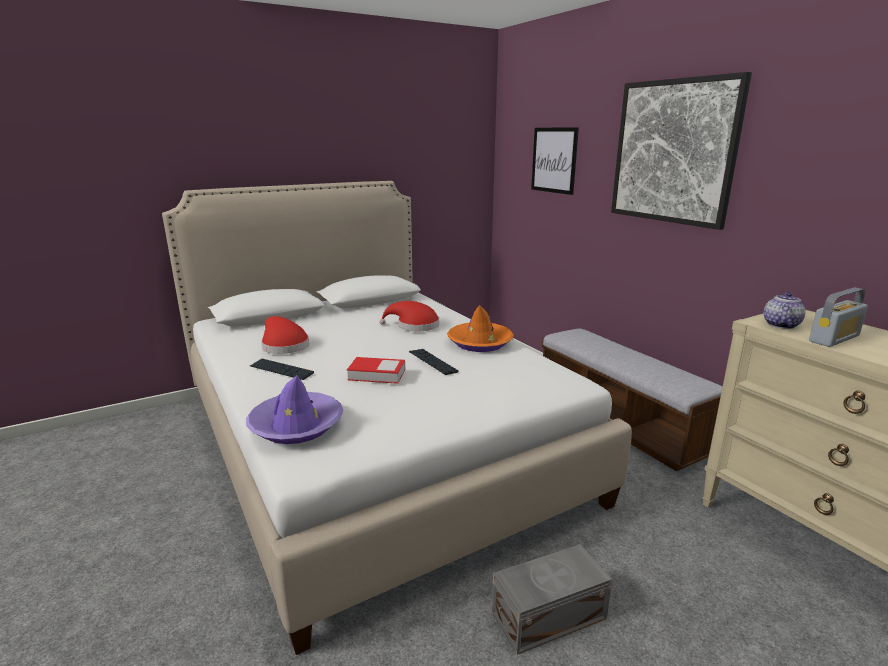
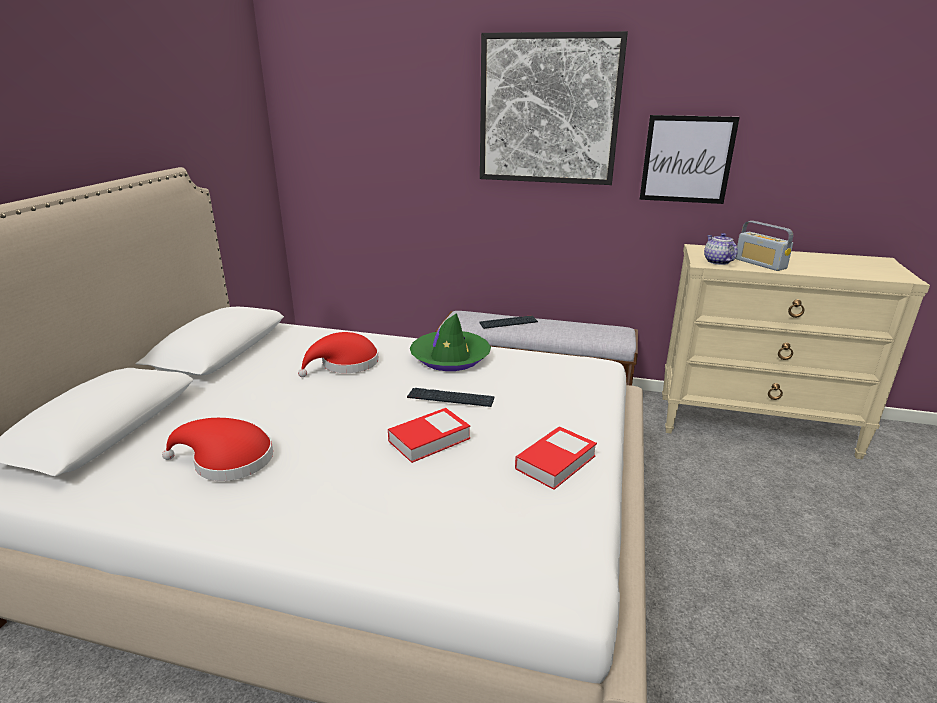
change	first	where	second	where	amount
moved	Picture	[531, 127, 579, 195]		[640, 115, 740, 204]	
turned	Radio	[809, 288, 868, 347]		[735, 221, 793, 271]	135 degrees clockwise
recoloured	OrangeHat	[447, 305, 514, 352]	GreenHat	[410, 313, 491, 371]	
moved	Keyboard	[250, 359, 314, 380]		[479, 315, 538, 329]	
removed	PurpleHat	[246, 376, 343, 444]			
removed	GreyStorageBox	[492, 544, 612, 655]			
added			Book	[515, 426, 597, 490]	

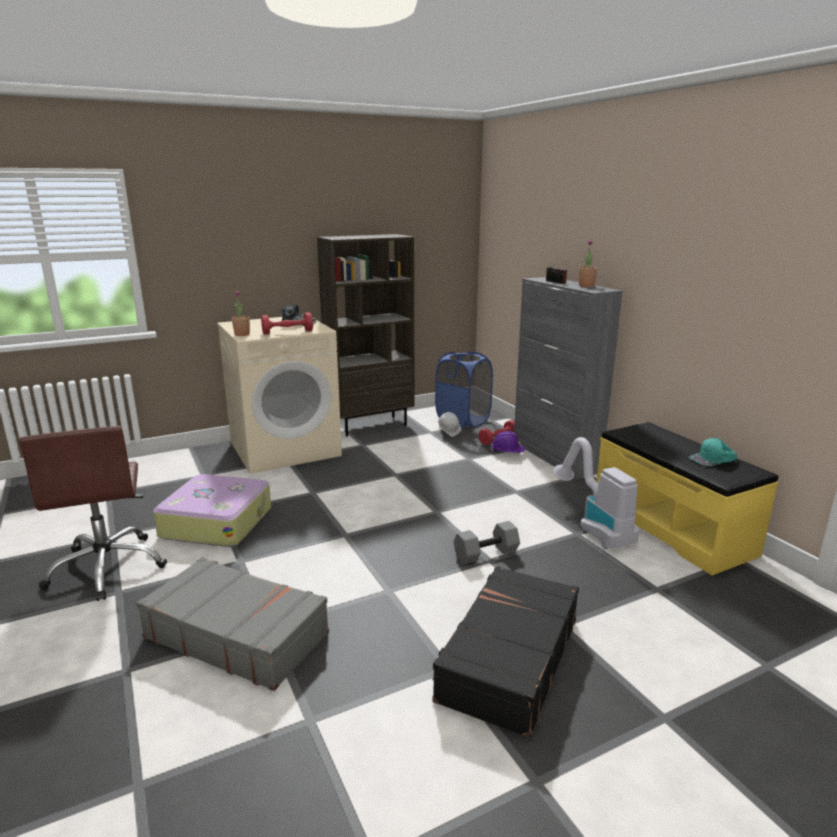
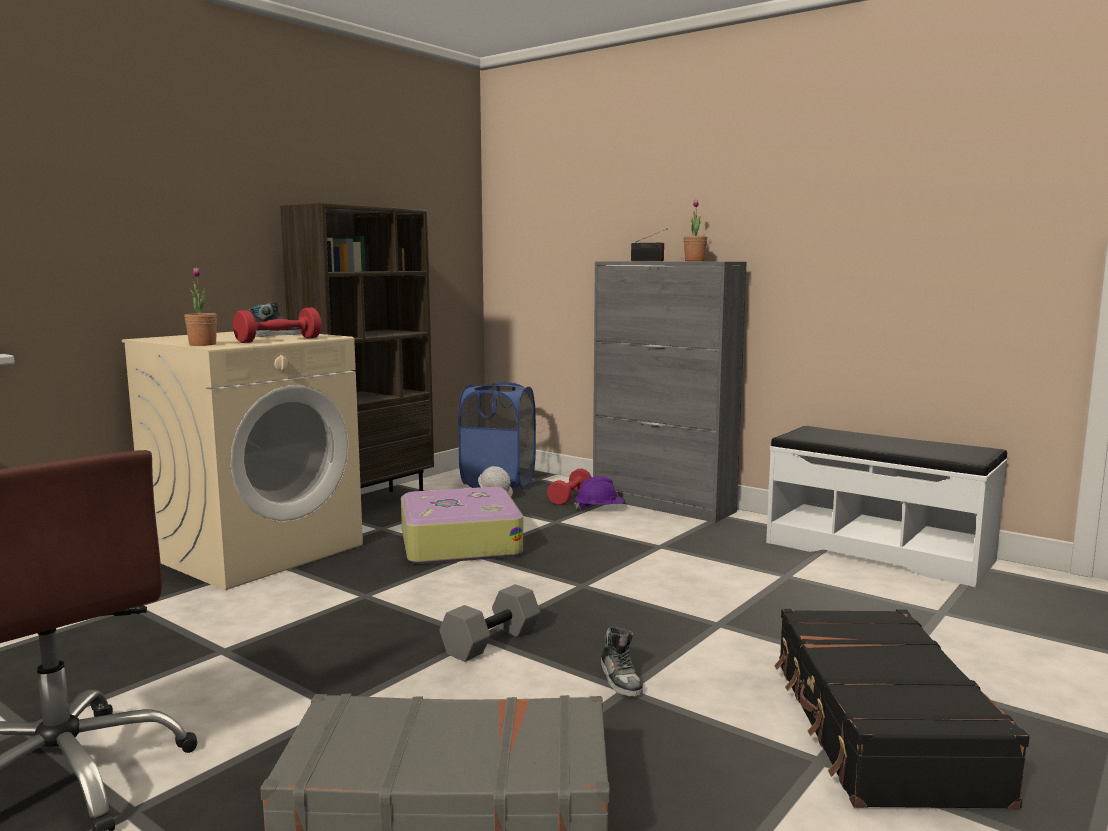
change	first	where	second	where	amount
recoloured	YellowBench	[597, 422, 778, 575]	WhiteBench	[766, 426, 1007, 587]	
removed	VacuumCleaner	[553, 437, 639, 549]			
removed	TurquoiseCap	[689, 438, 737, 466]			
moved	Suitcase	[153, 474, 271, 547]		[401, 487, 523, 564]	
moved	GreyDumbbell	[454, 521, 520, 564]		[439, 584, 540, 662]	
added			Shoe	[601, 627, 643, 697]	

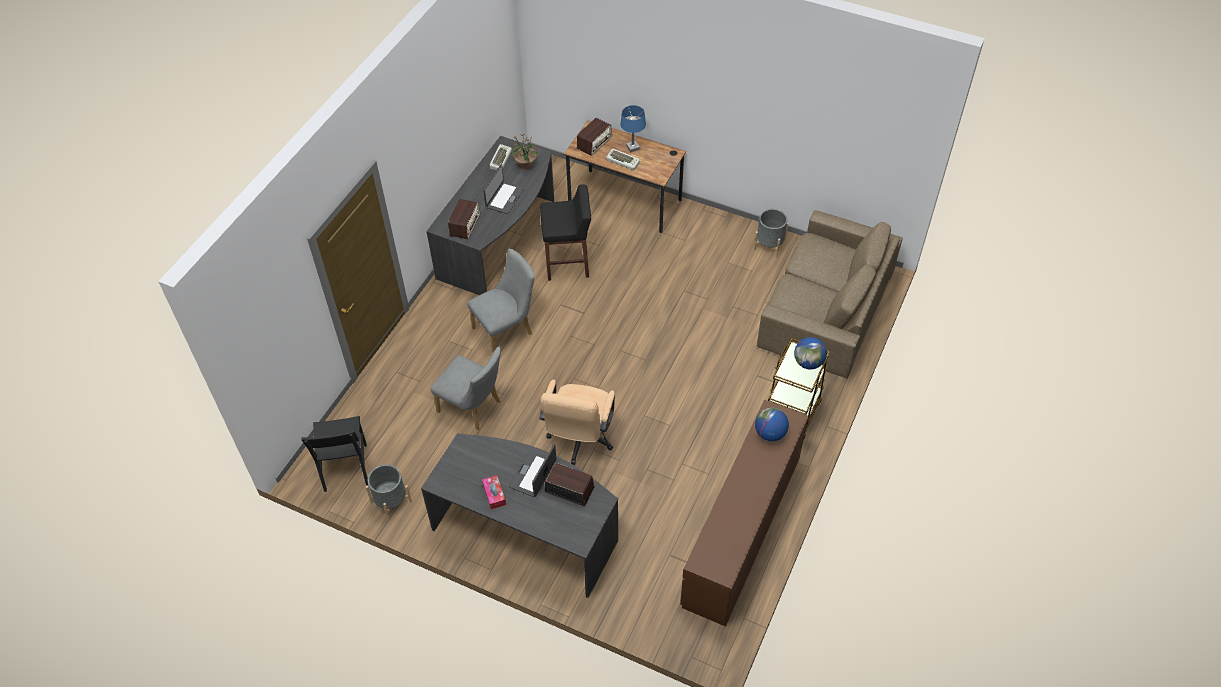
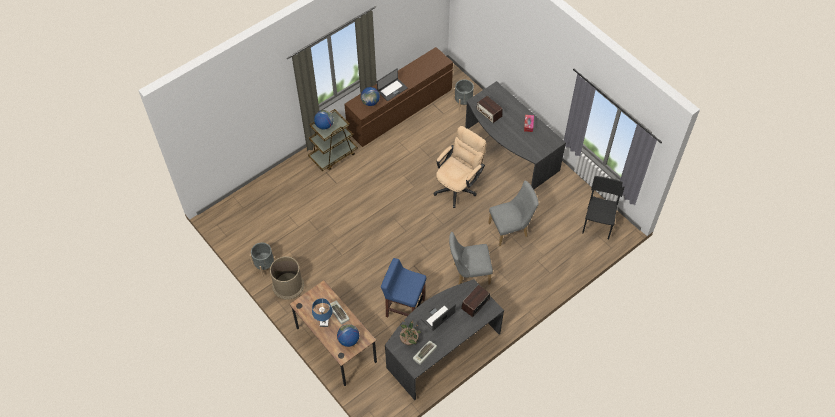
change	first	where	second	where	amount
replaced	Radio	[577, 118, 612, 156]	Globe	[337, 324, 359, 347]	
recoloured	BlackStool	[540, 184, 591, 281]	BlueStool	[381, 258, 426, 317]	
removed	BrownSofa	[757, 210, 903, 378]			
turned	GreyChair	[431, 347, 501, 431]		[488, 181, 539, 246]	105 degrees clockwise
moved	Laptop	[509, 444, 556, 497]		[377, 69, 408, 101]	
moved	GreyPlanter	[366, 464, 412, 520]		[453, 79, 475, 111]	
added			BrownTrashCan	[270, 256, 304, 300]	

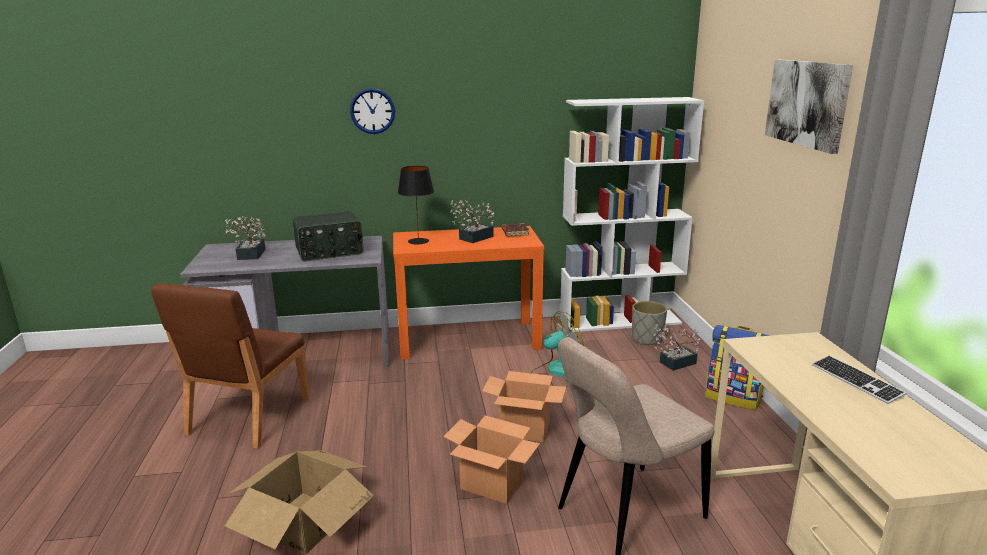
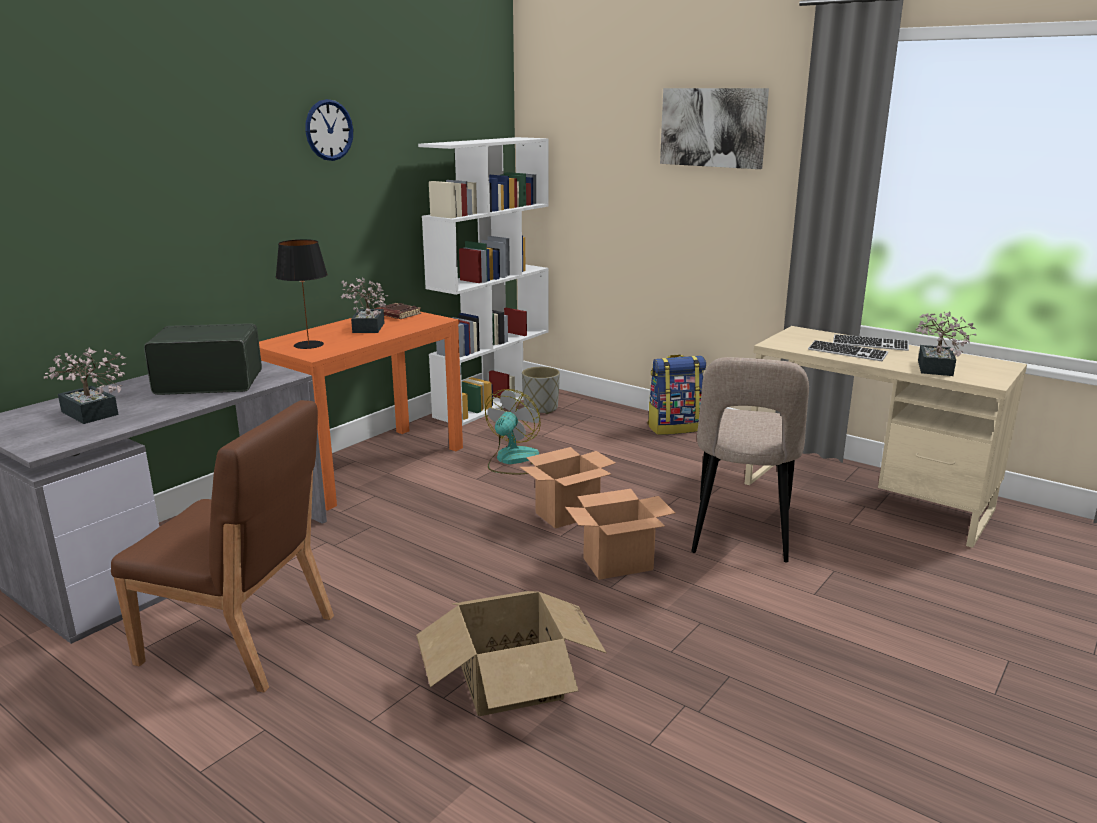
change	first	where	second	where	amount
moved	WallClock	[350, 88, 395, 134]		[305, 99, 353, 161]	
turned	Radio	[293, 211, 364, 261]		[144, 323, 262, 395]	120 degrees counterclockwise
turned	BrownChair	[151, 283, 310, 449]		[111, 400, 334, 693]	45 degrees counterclockwise
moved	PottedPlant	[653, 324, 700, 371]		[915, 311, 977, 376]	
added			Keyboard	[808, 340, 888, 361]	

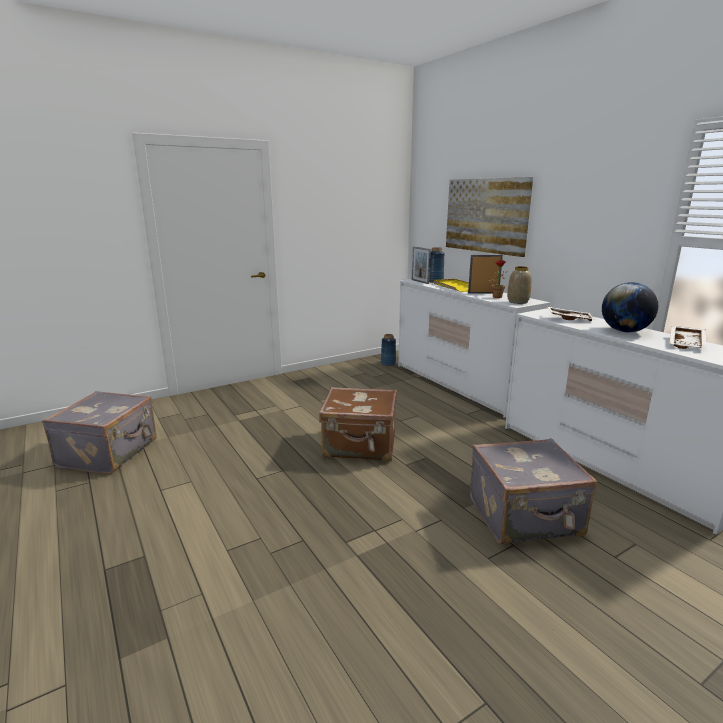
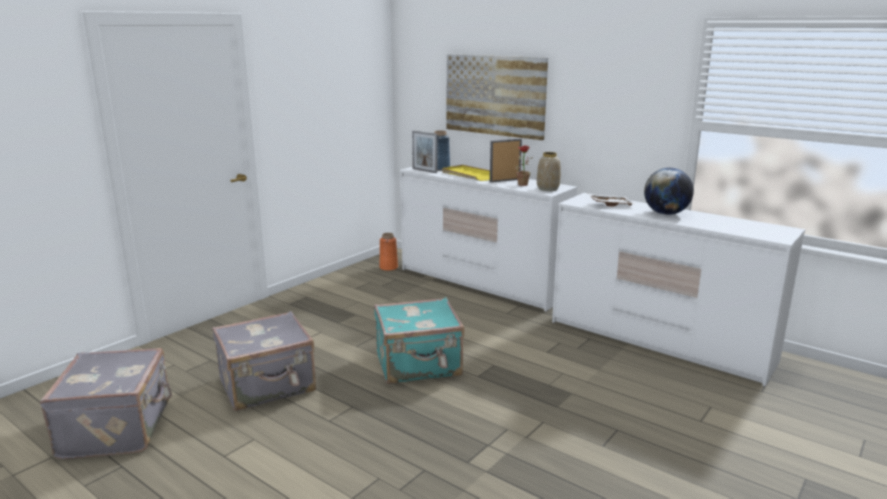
change	first	where	second	where	amount
removed	WhiteTray	[670, 326, 707, 349]			
recoloured	BlueVase	[381, 334, 396, 366]	OrangeVase	[380, 233, 398, 271]	
recoloured	BrownSuitcase	[319, 387, 397, 461]	TurquoiseSuitcase	[374, 297, 464, 384]	
moved	GreySuitcase	[470, 438, 597, 544]		[212, 311, 316, 411]	

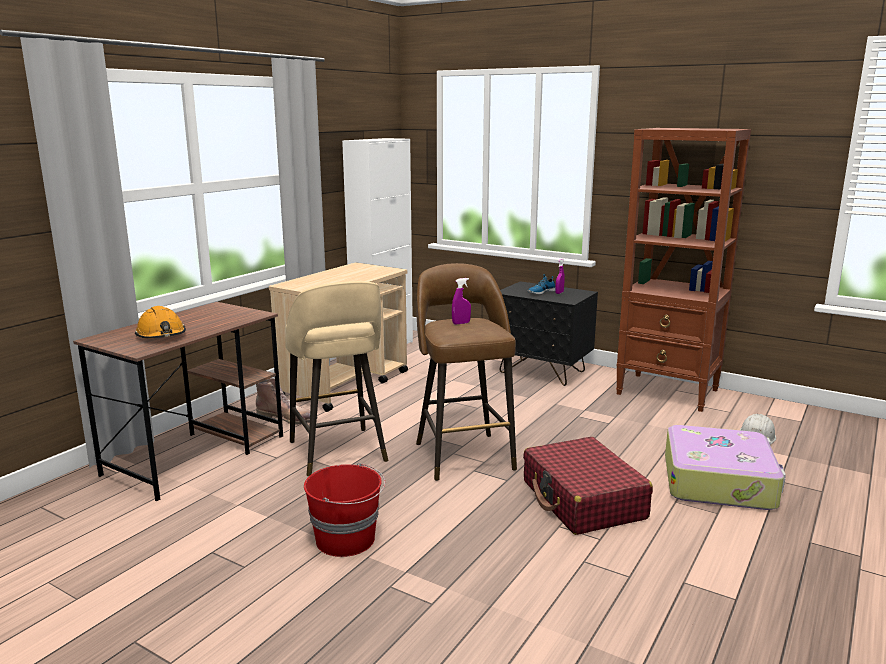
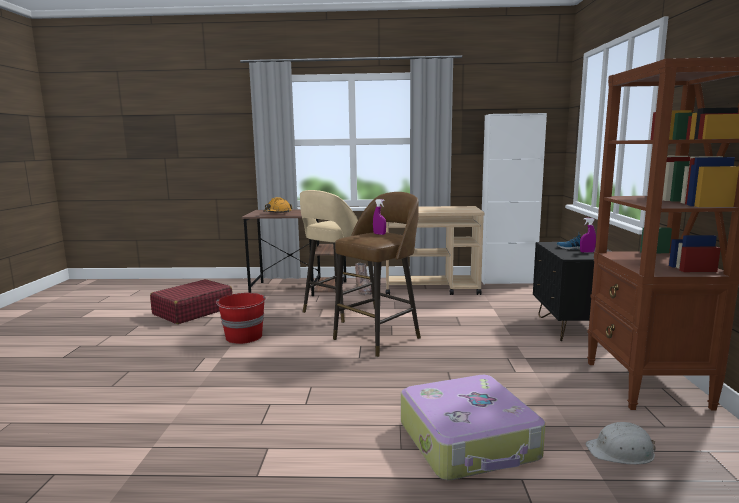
change	first	where	second	where	amount
moved	RedSuitcase	[523, 437, 653, 535]		[150, 279, 233, 324]	

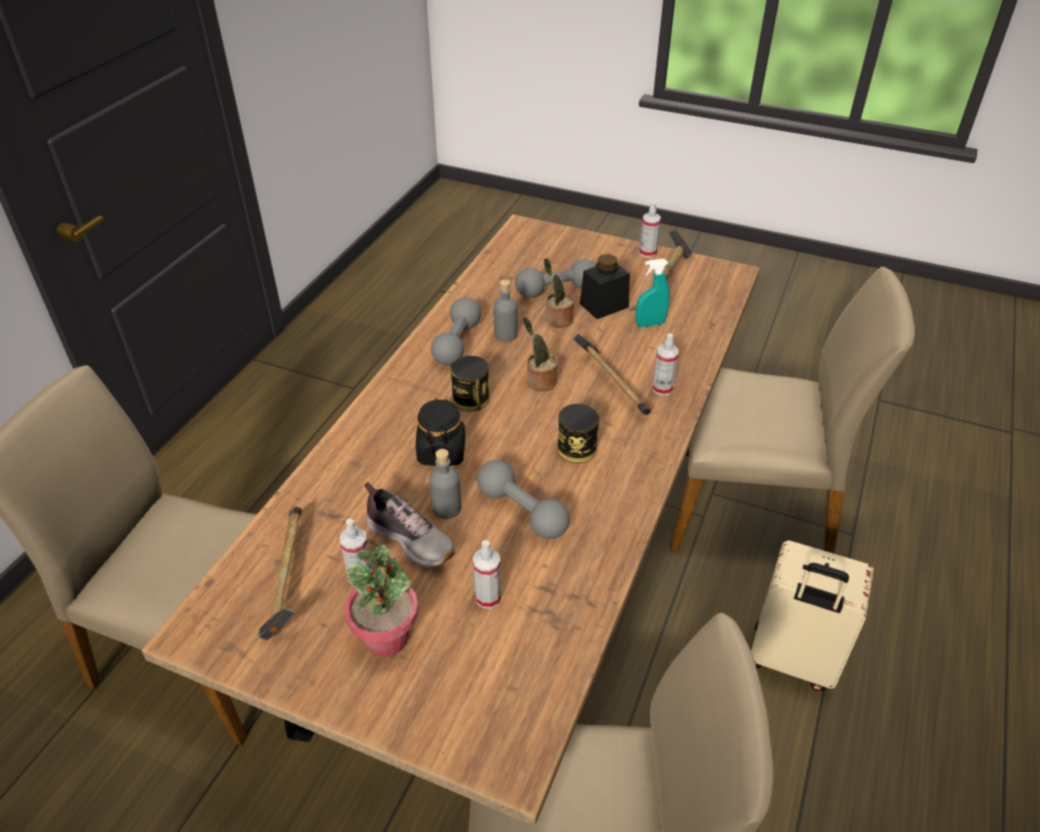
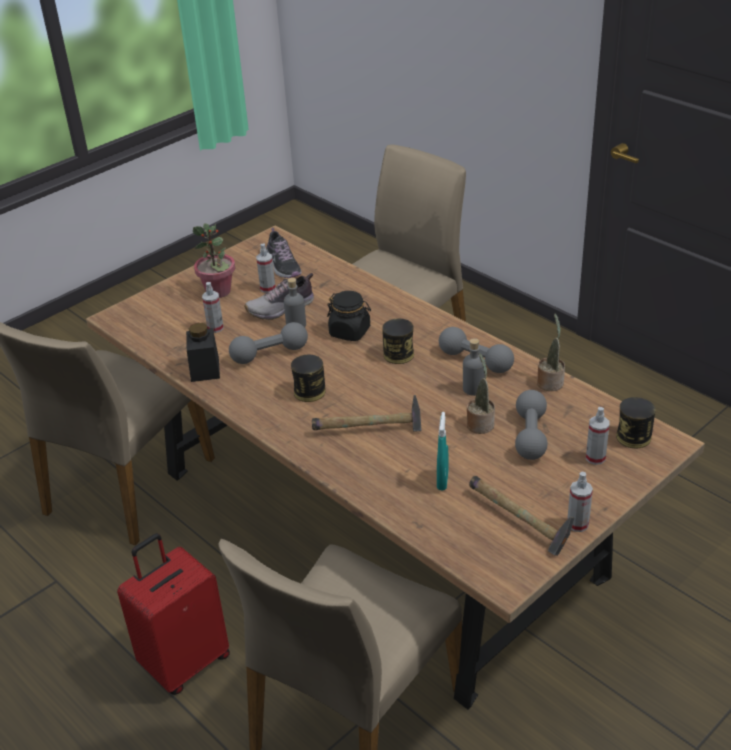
change	first	where	second	where	amount
moved	BlackJar	[580, 254, 630, 319]		[186, 323, 220, 382]	
moved	PottedPlant	[523, 317, 558, 391]		[537, 314, 565, 391]	
moved	SprayBottle	[652, 333, 679, 396]		[586, 407, 609, 465]	
replaced	Hammer	[258, 507, 301, 640]	Shoe	[267, 228, 301, 278]	
recoloured	BeigeSuitcase	[751, 540, 874, 691]	RedSuitcase	[117, 533, 230, 695]	
added			Can	[616, 397, 655, 448]	

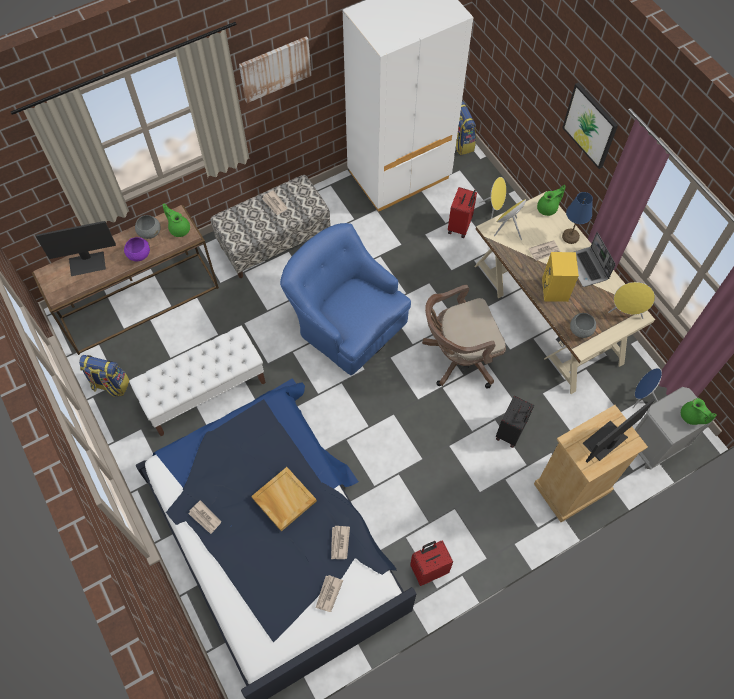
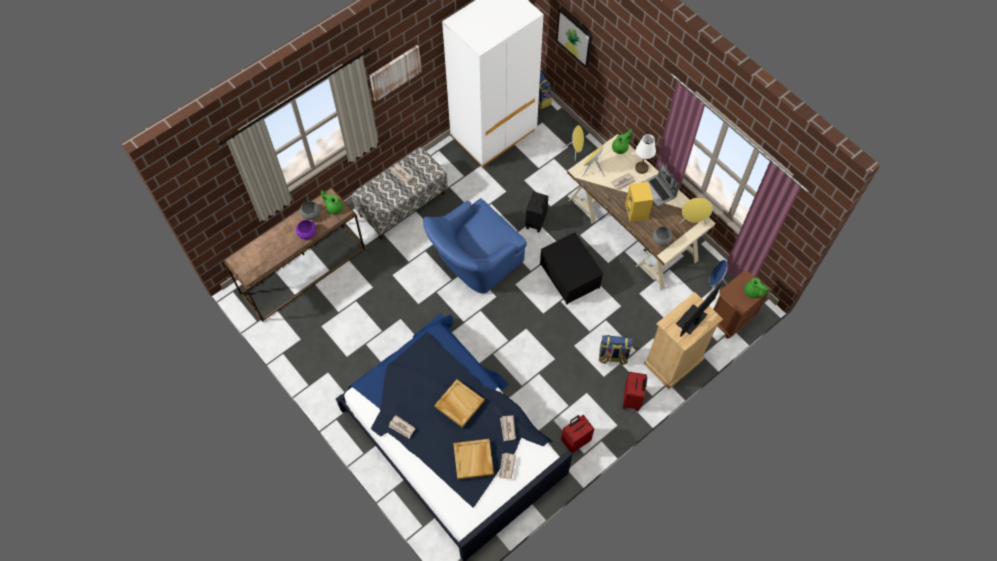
change	first	where	second	where	amount
moved	Picture	[562, 82, 618, 169]		[556, 8, 592, 68]	
moved	RedSuitcase	[448, 187, 477, 238]		[623, 372, 647, 411]	
recoloured	BlueTableLamp	[562, 192, 593, 244]	WhiteTableLamp	[635, 134, 656, 174]	
removed	Monitor	[36, 221, 116, 276]			
turned	BlueArmchair	[280, 223, 411, 375]		[423, 198, 527, 293]	75 degrees counterclockwise
replaced	BrownOfficeChair	[422, 285, 506, 389]	StorageBox	[540, 232, 603, 305]	
removed	WhiteBench	[129, 326, 266, 436]			
moved	Backpack	[79, 355, 129, 397]		[598, 335, 633, 366]	
recoloured	GreyNightstand	[634, 387, 715, 470]	BrownNightstand	[713, 271, 770, 338]	
moved	BlackSuitcase	[496, 396, 534, 448]		[525, 192, 548, 232]	
added			BeigeTray	[453, 439, 494, 480]	

